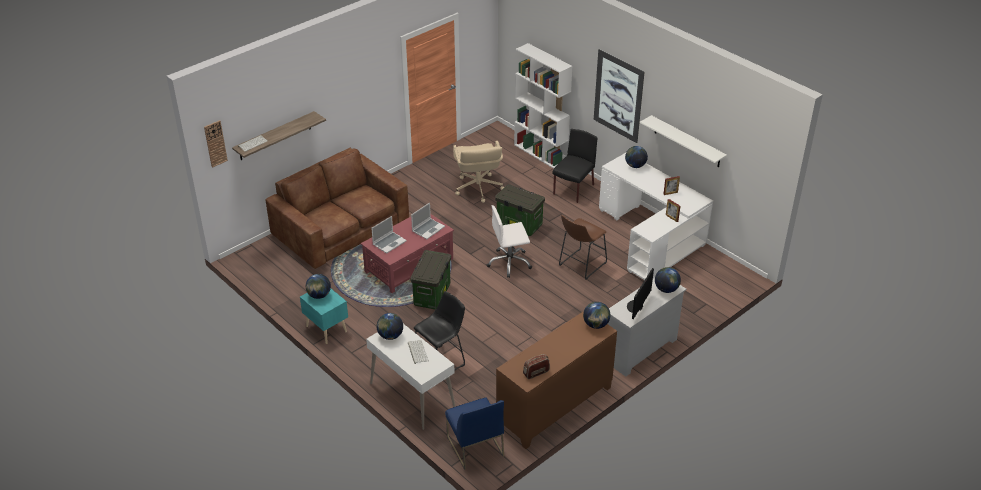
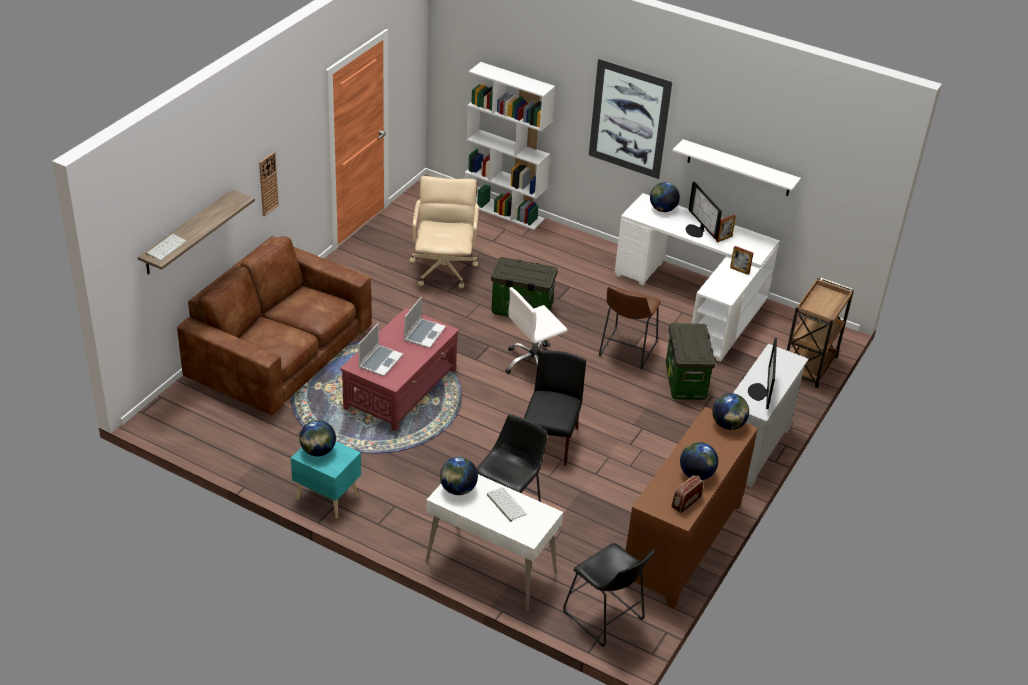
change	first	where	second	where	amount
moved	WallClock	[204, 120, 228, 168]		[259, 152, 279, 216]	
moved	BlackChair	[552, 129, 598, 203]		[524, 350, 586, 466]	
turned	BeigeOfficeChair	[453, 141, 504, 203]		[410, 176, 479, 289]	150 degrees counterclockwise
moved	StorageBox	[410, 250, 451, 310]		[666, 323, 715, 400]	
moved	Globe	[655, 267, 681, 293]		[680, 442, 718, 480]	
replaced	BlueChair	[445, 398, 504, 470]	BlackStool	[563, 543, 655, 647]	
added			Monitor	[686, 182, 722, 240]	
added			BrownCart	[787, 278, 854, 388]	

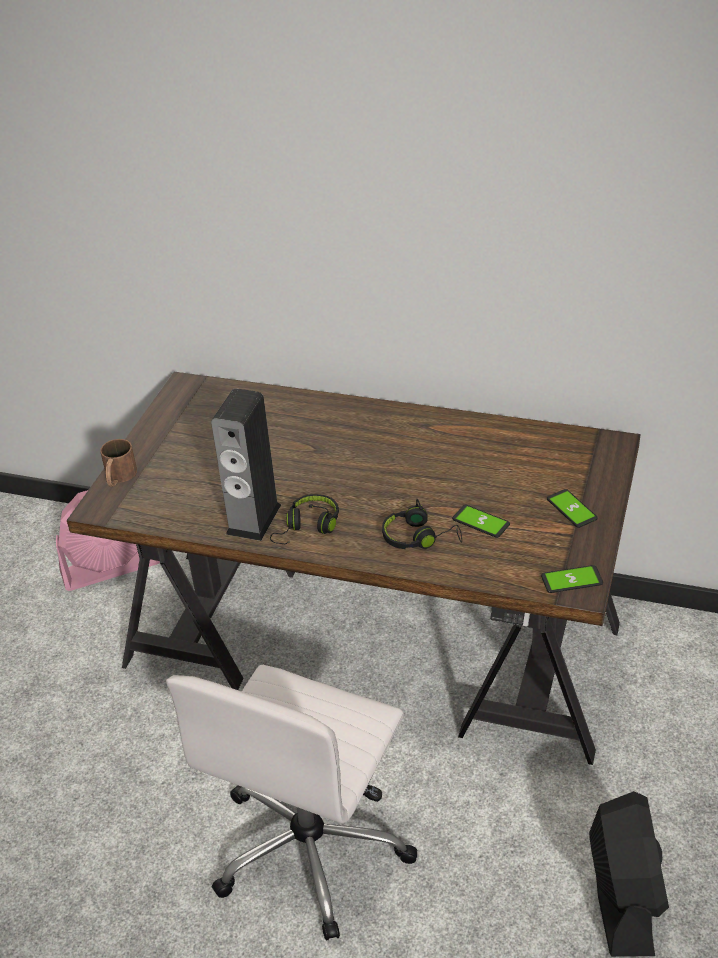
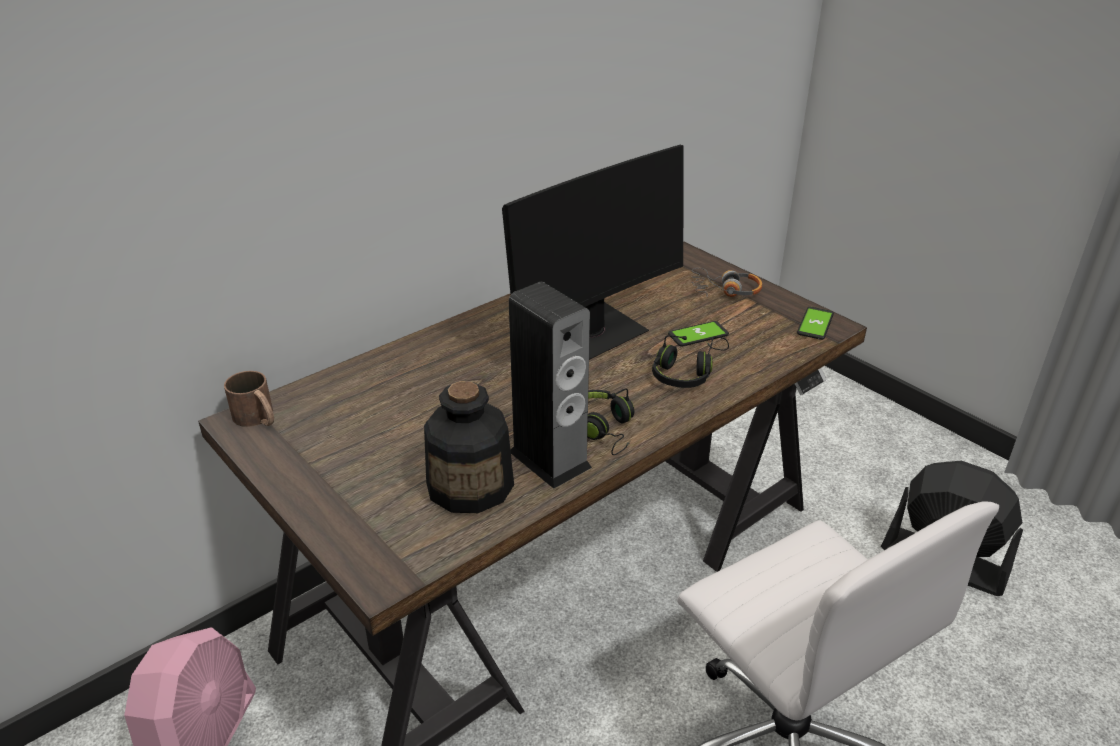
change	first	where	second	where	amount
moved	BrownMug	[100, 439, 137, 487]		[224, 371, 274, 427]	
replaced	Phone	[547, 489, 598, 528]	Headphones	[690, 268, 762, 297]	
added			Monitor	[502, 145, 684, 360]	
added			Bottle	[424, 381, 514, 513]	

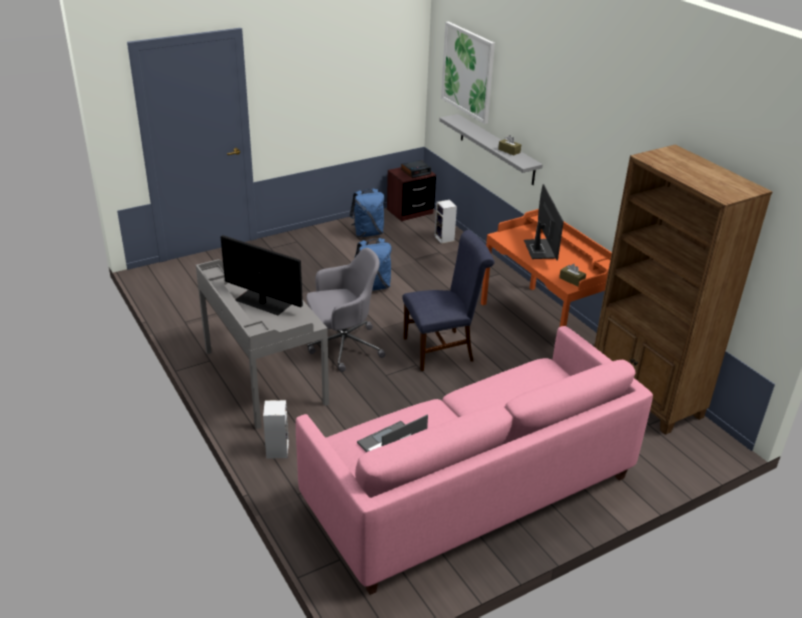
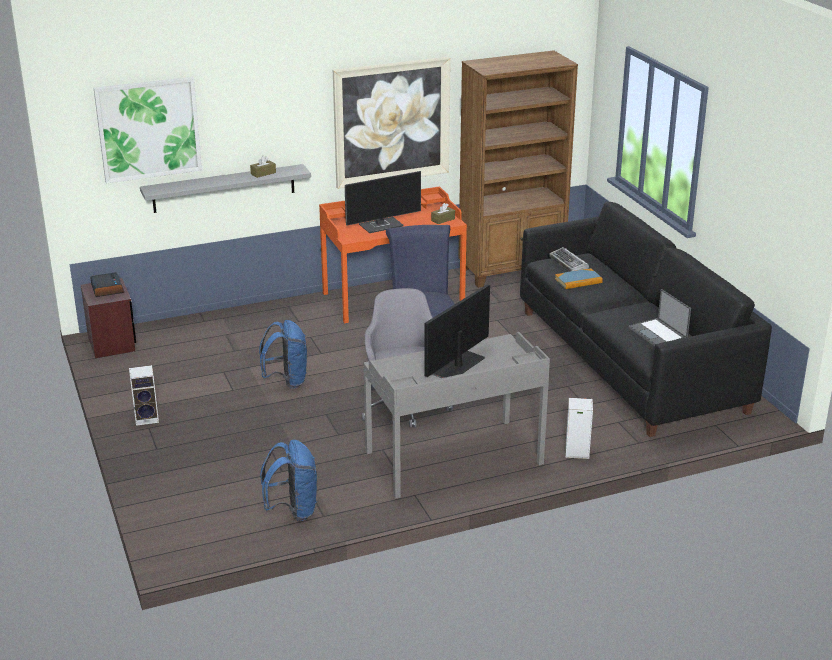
change	first	where	second	where	amount
turned	Monitor	[524, 184, 564, 261]		[345, 171, 421, 233]	150 degrees clockwise
moved	BlueBackpack	[349, 189, 384, 237]		[260, 440, 317, 521]	
moved	Speaker	[434, 200, 457, 244]		[129, 365, 159, 426]	
recoloured	PinkSofa	[296, 326, 653, 595]	BlackSofa	[520, 202, 772, 437]	
added			Picture	[333, 57, 451, 189]	
added			Keyboard	[549, 247, 589, 272]	
added			Book	[555, 268, 603, 289]	

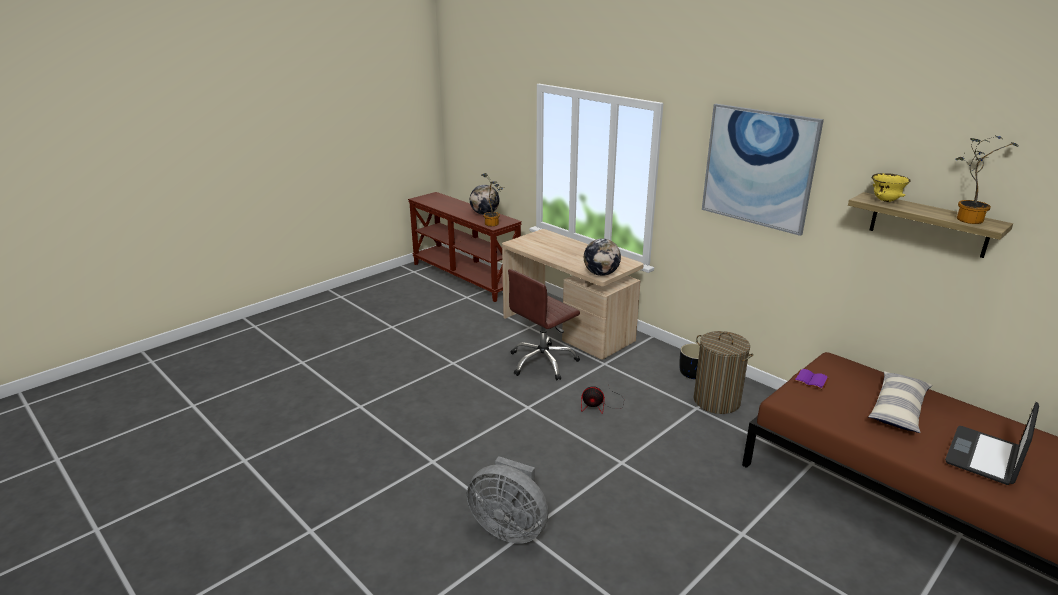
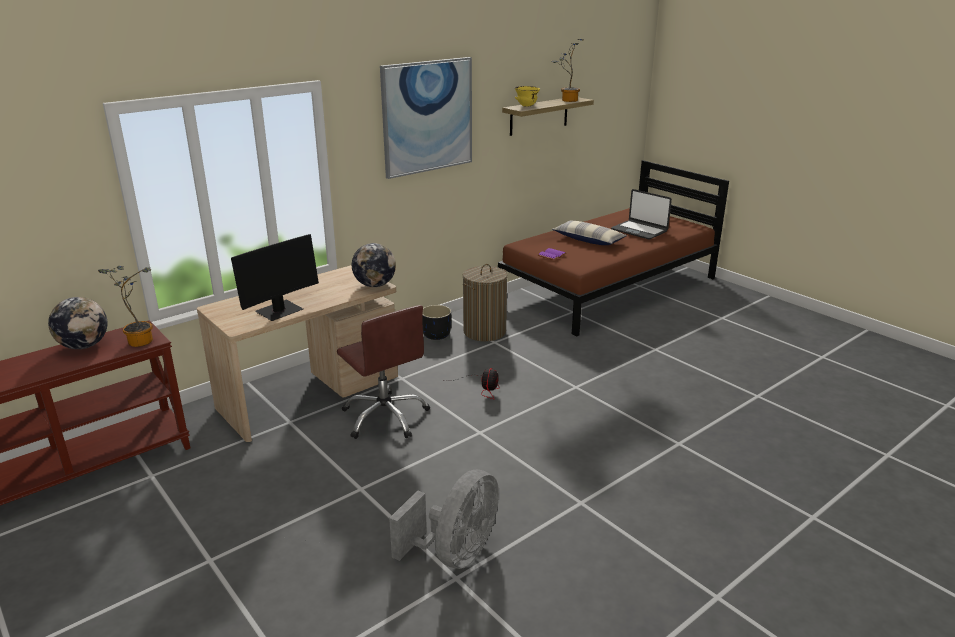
change	first	where	second	where	amount
moved	GreyFan	[467, 456, 548, 544]		[389, 470, 499, 569]	
added			Monitor	[231, 234, 319, 321]	

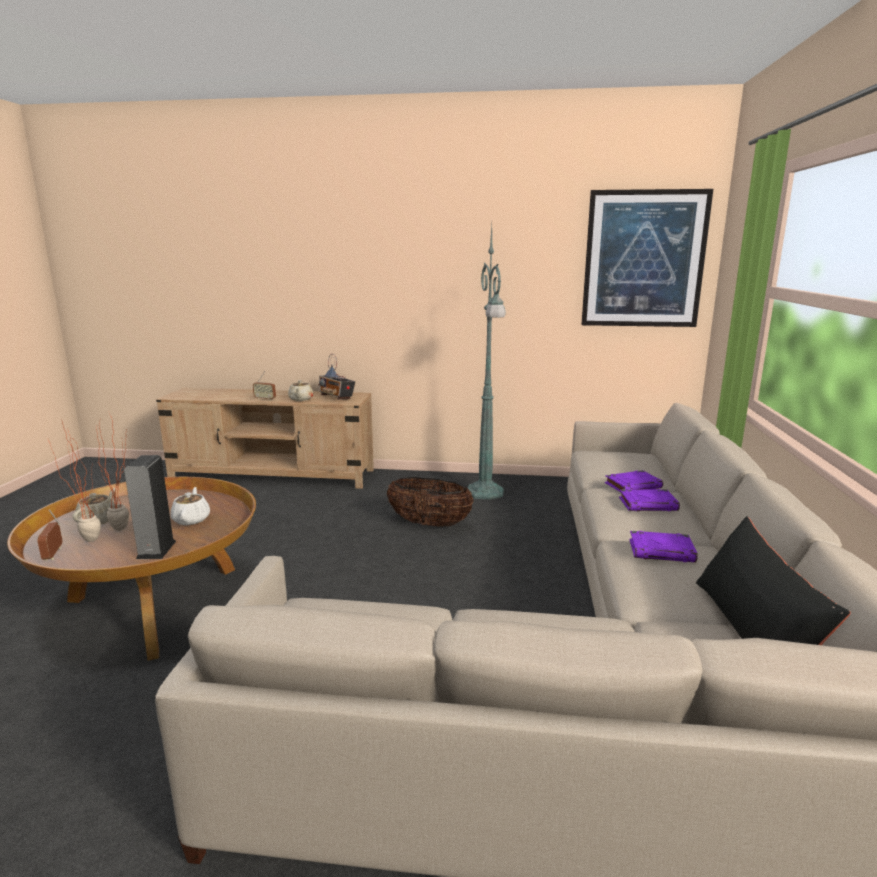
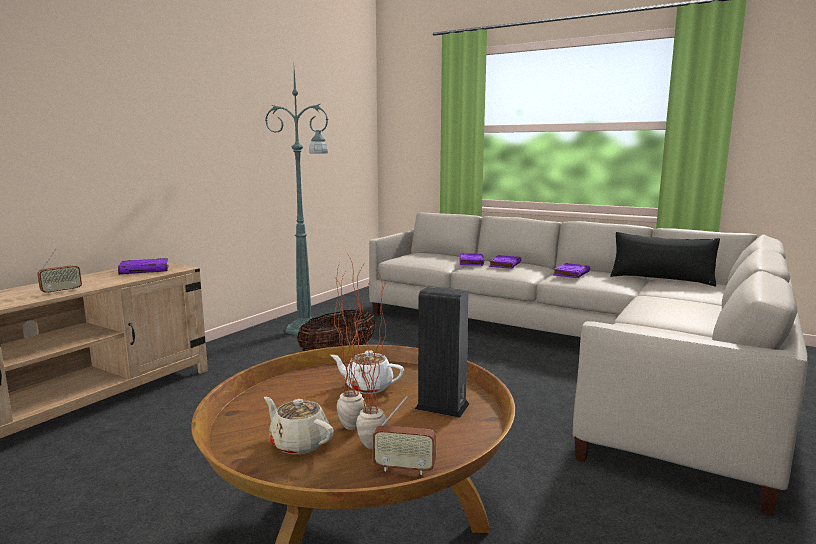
change	first	where	second	where	amount
removed	Picture	[581, 189, 713, 327]			
replaced	Radio	[318, 354, 355, 400]	PurpleBook	[118, 258, 169, 274]	
removed	BeigeTeapot	[288, 380, 313, 401]			

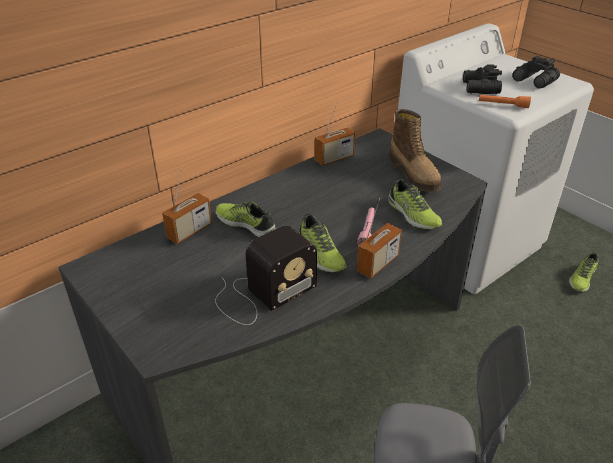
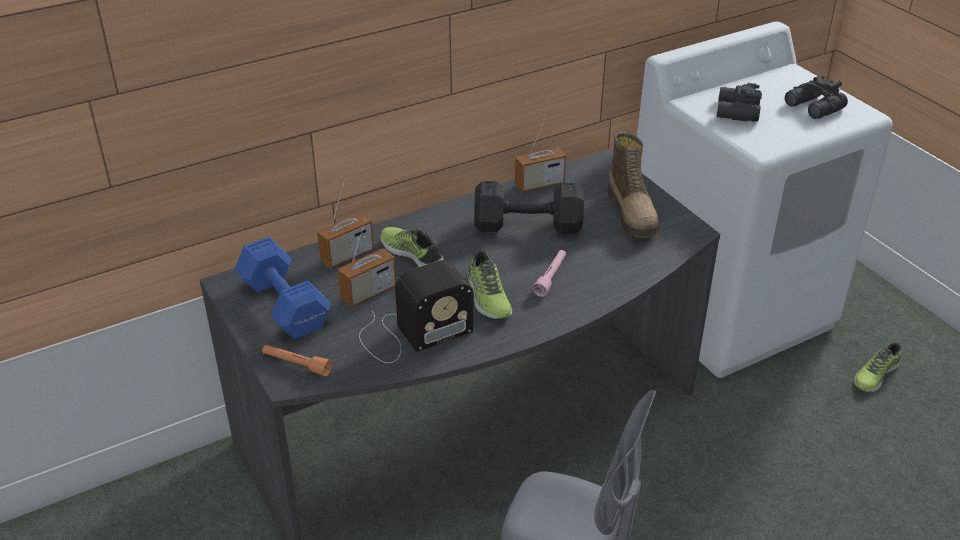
change	first	where	second	where	amount
moved	OrangeFlashlight	[479, 95, 531, 108]		[262, 345, 332, 377]	
removed	Shoe	[388, 179, 442, 229]			
moved	Radio	[357, 198, 402, 279]		[338, 219, 396, 307]	
added			BlackDumbbell	[474, 181, 584, 234]	
added			BlueDumbbell	[234, 237, 331, 339]	

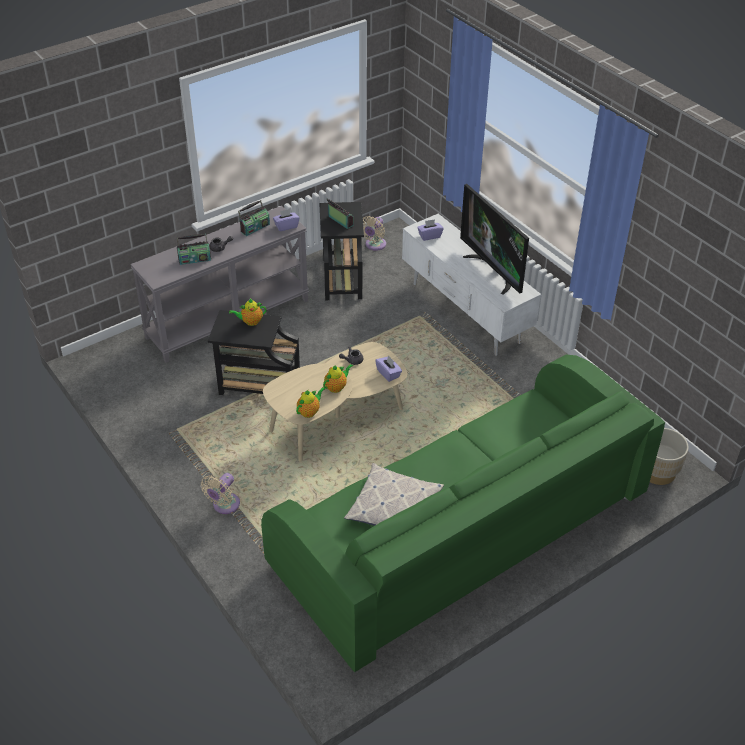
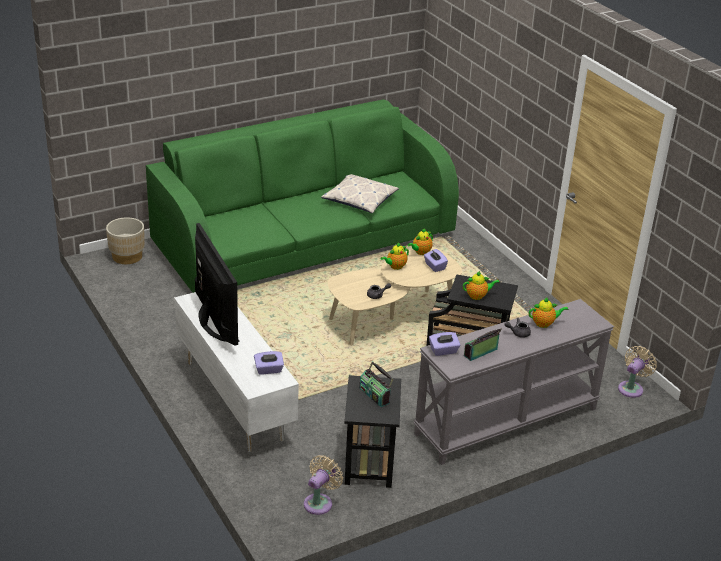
change	first	where	second	where	amount
replaced	Radio	[177, 234, 211, 265]	Teapot	[529, 297, 568, 328]	
moved	PurpleTissueBox	[375, 355, 402, 382]		[424, 249, 448, 272]	
moved	BeigeFan	[201, 473, 240, 514]		[618, 346, 657, 398]	

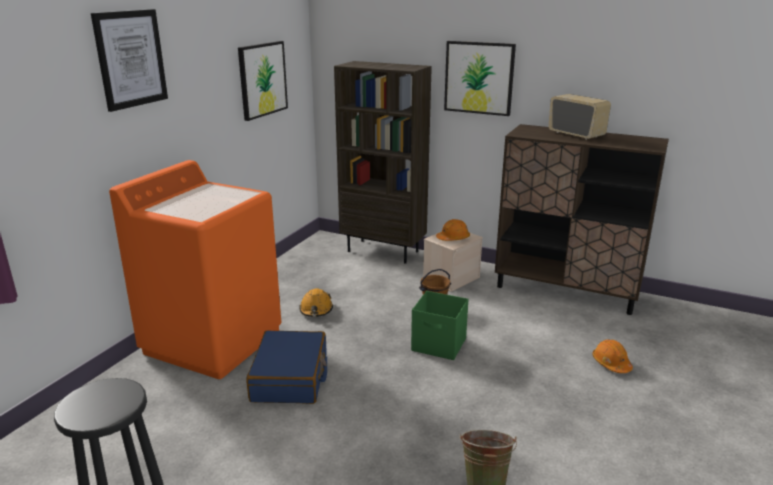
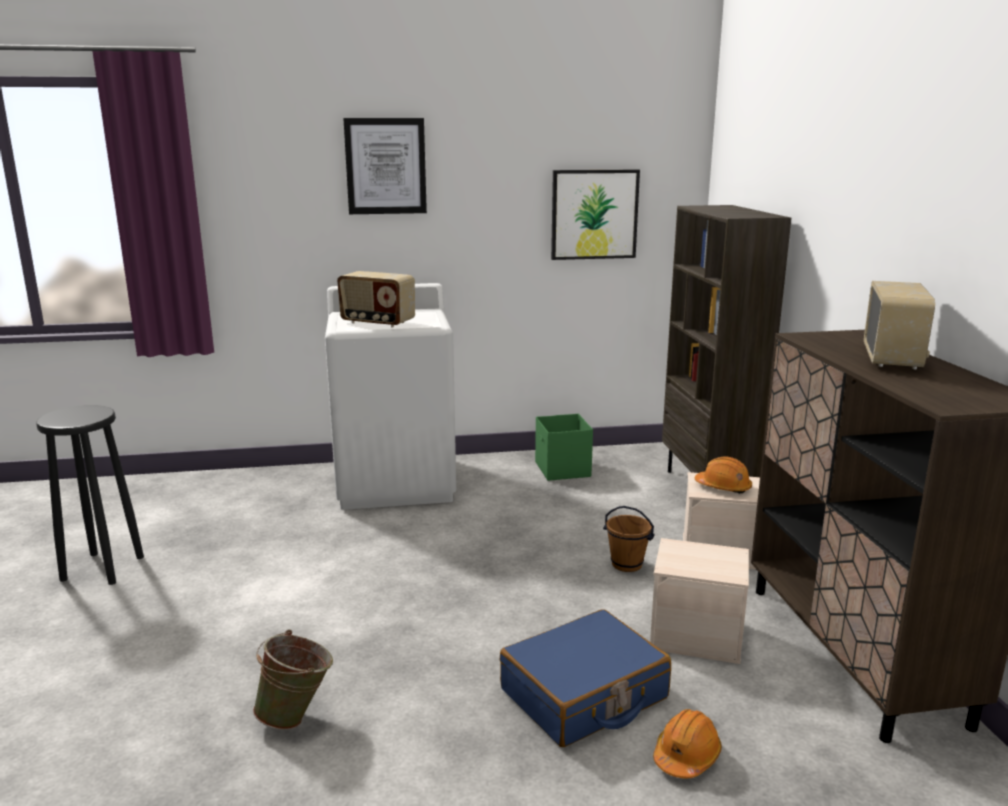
change	first	where	second	where	amount
removed	Picture	[444, 41, 516, 116]			
recoloured	OrangeWashingMachine	[109, 160, 281, 379]	WhiteWashingMachine	[325, 283, 456, 510]	
removed	OrangeHardHat	[299, 288, 333, 317]			
moved	GreenStorageBox	[411, 291, 468, 360]		[535, 414, 593, 481]	
moved	BlueSuitcase	[246, 331, 327, 404]		[500, 609, 671, 747]	
added			Radio	[337, 271, 415, 328]	
added			BeigeStorageBox	[650, 538, 749, 664]	

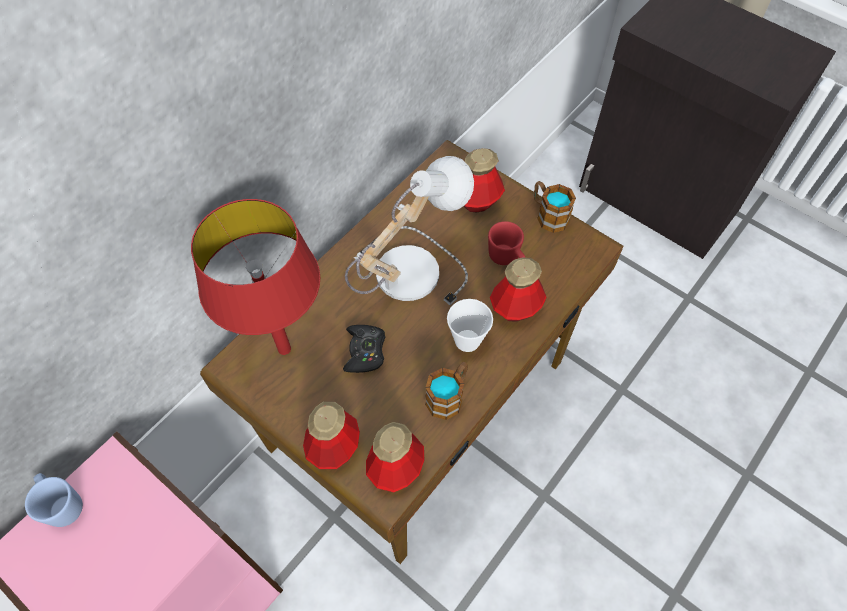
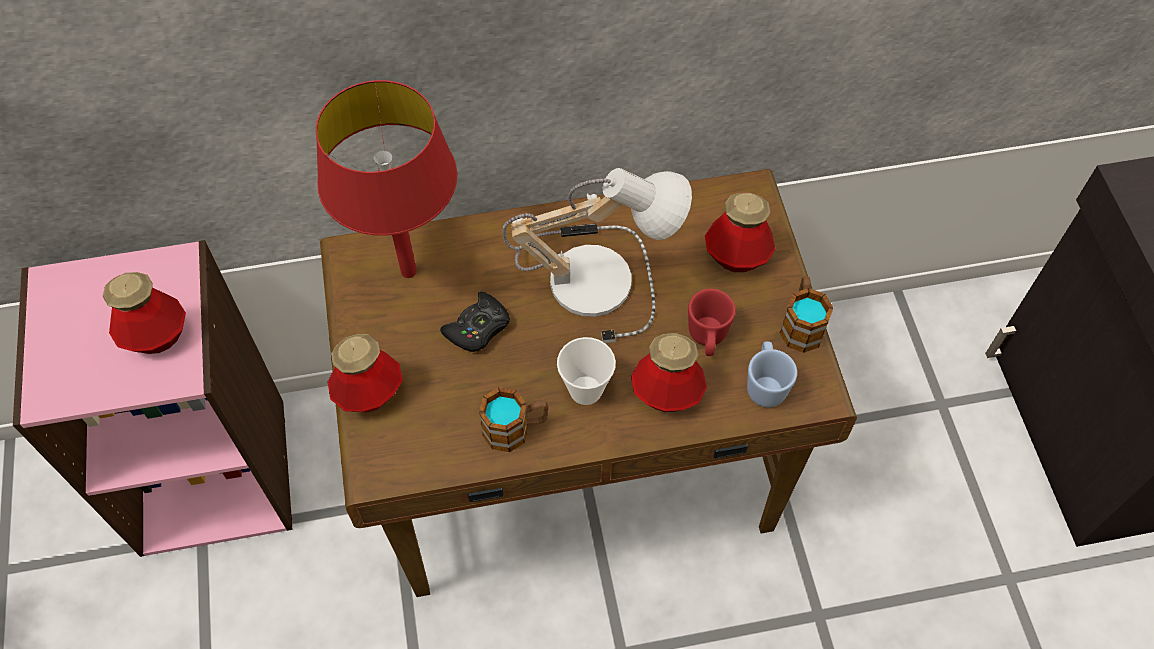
change	first	where	second	where	amount
moved	Bottle	[366, 422, 424, 492]		[103, 272, 186, 354]	
moved	BlueMug	[25, 473, 83, 527]		[747, 341, 797, 407]	

